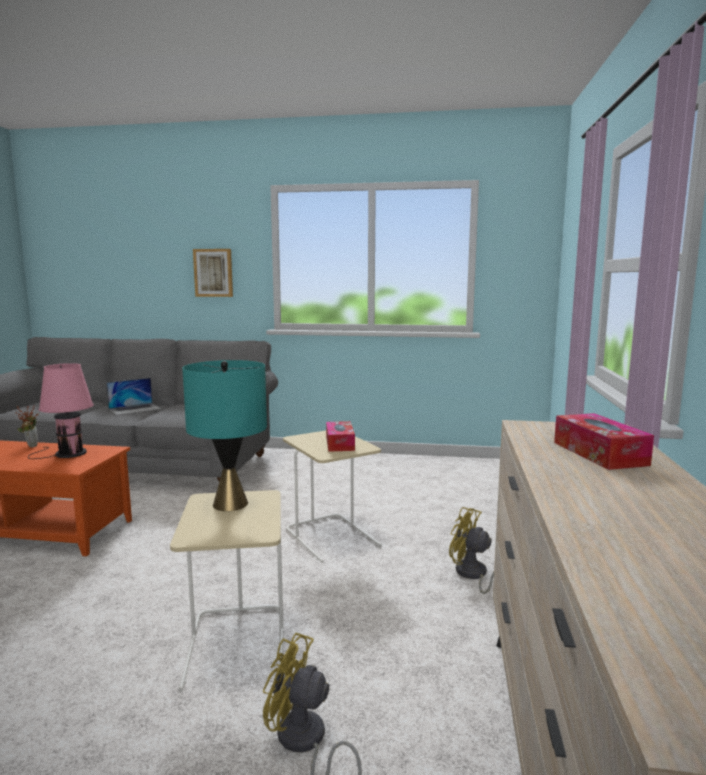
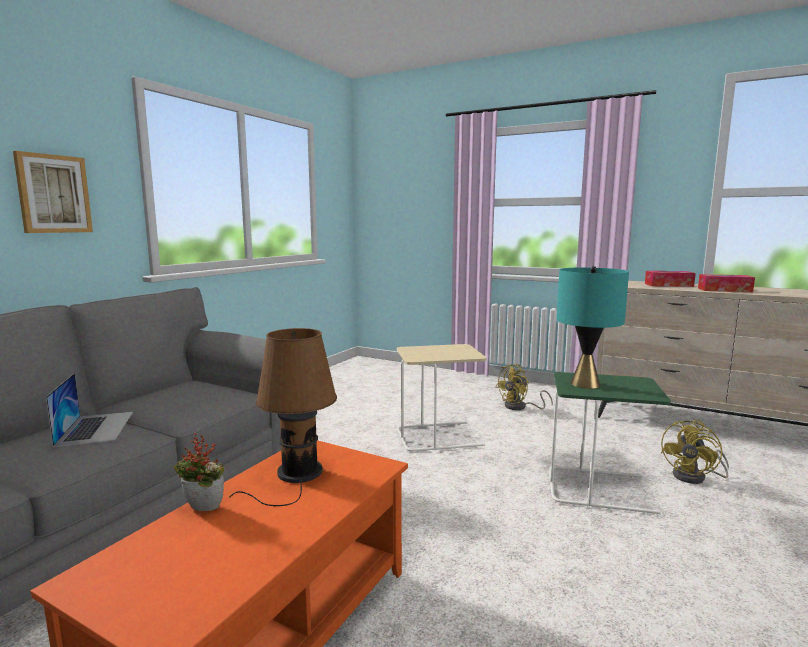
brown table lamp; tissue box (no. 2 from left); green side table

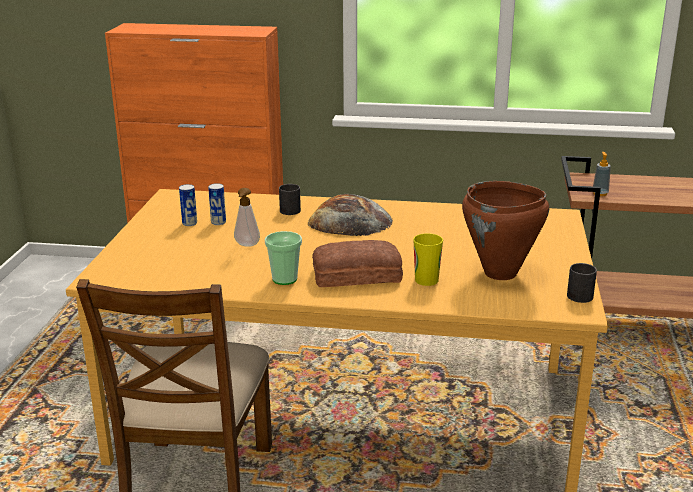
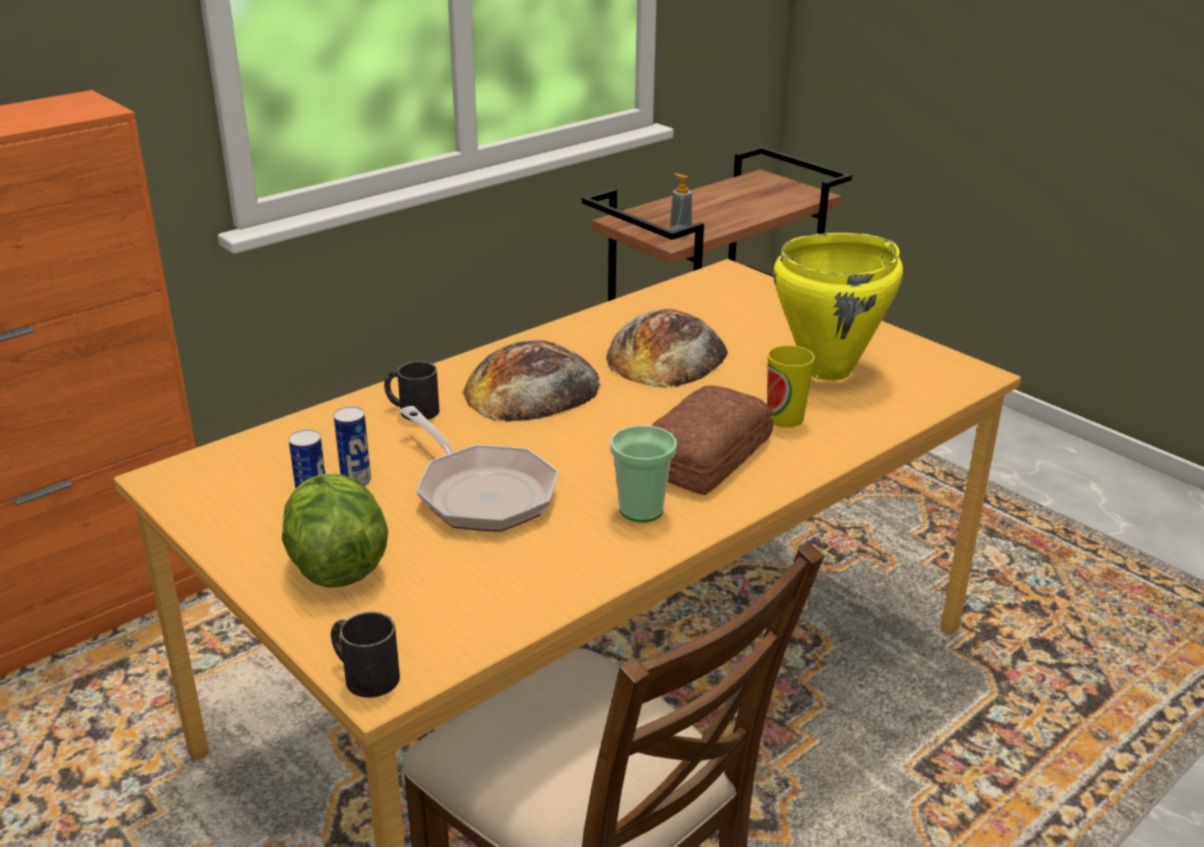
yellow cooking pot; frying pan; black mug (no. 1 from left); bread (no. 2 from left); lettuce

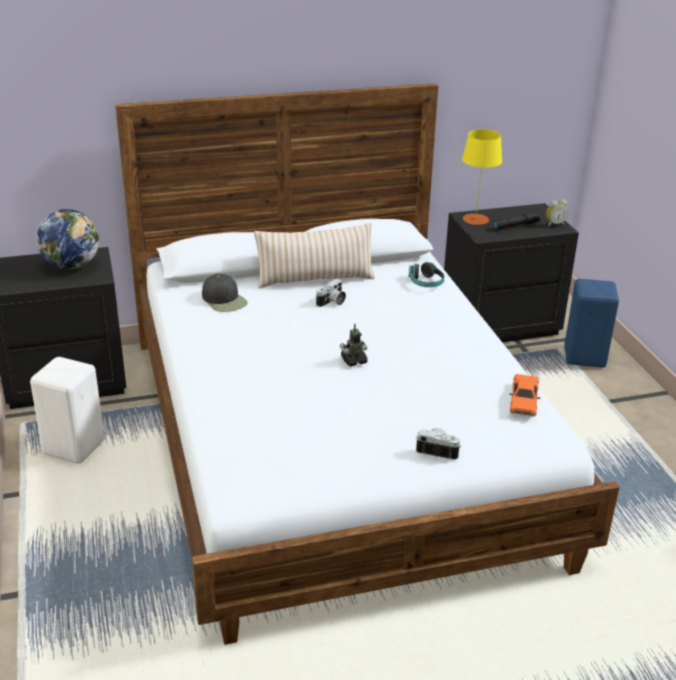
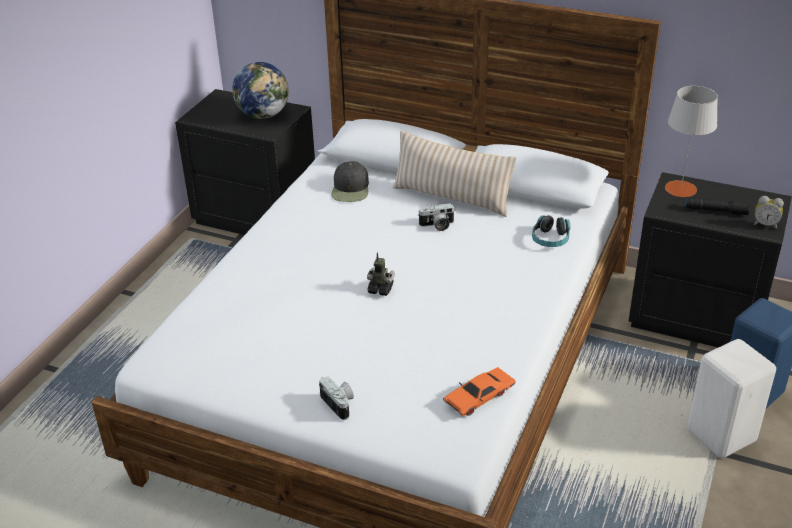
grey table lamp; white stool

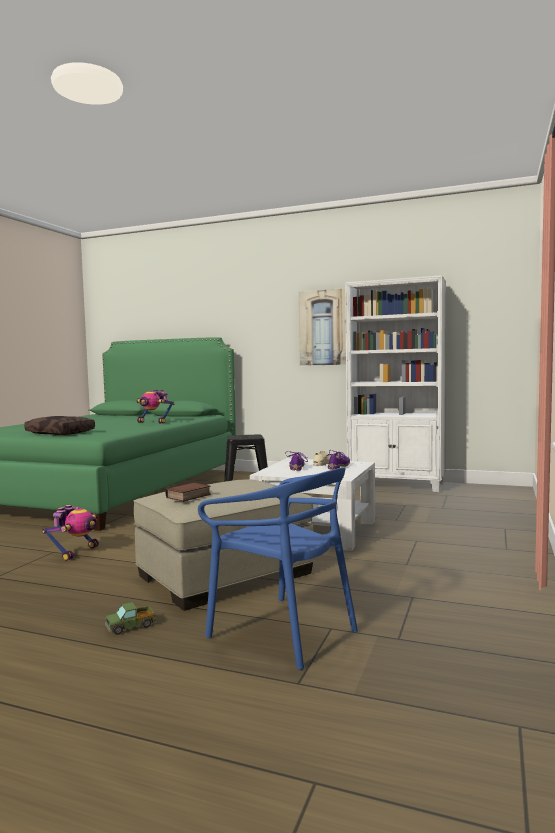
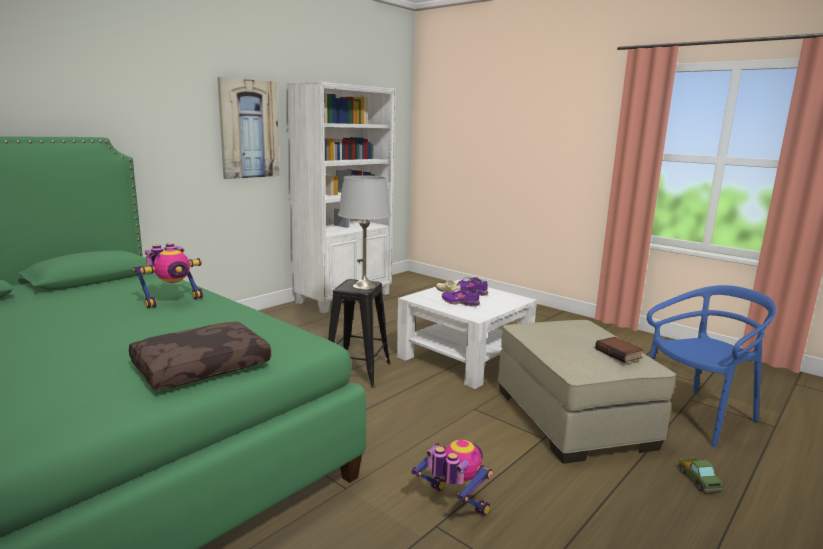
grey table lamp

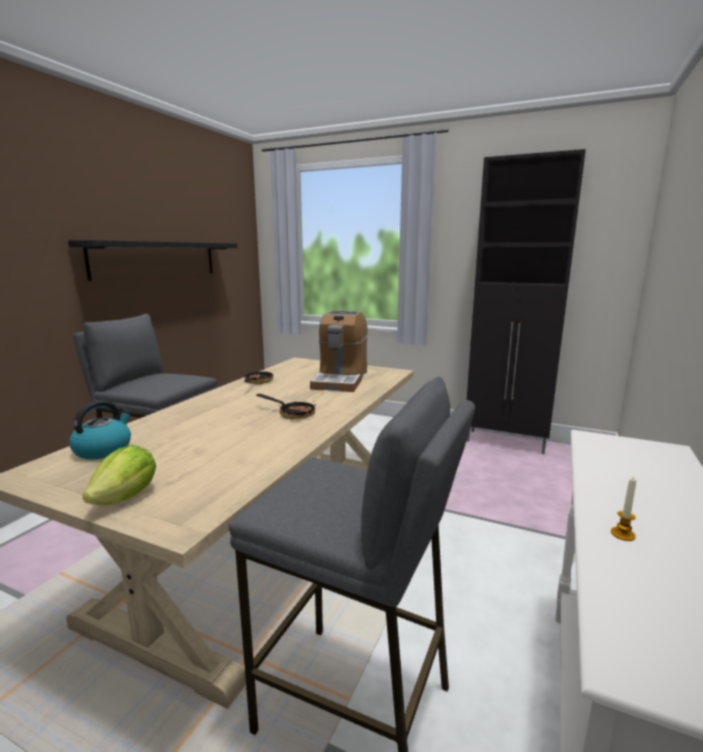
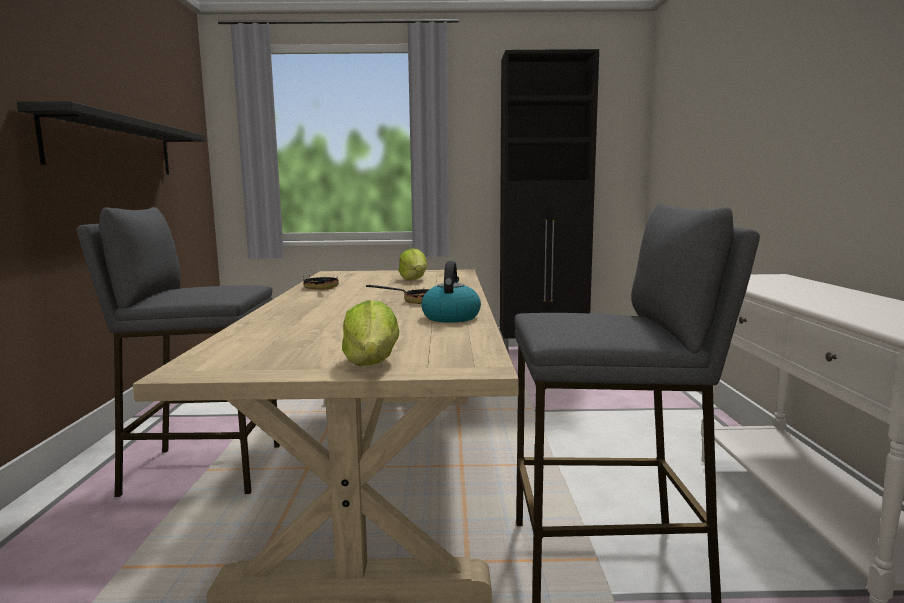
lettuce (no. 2 from left); kettle; candle

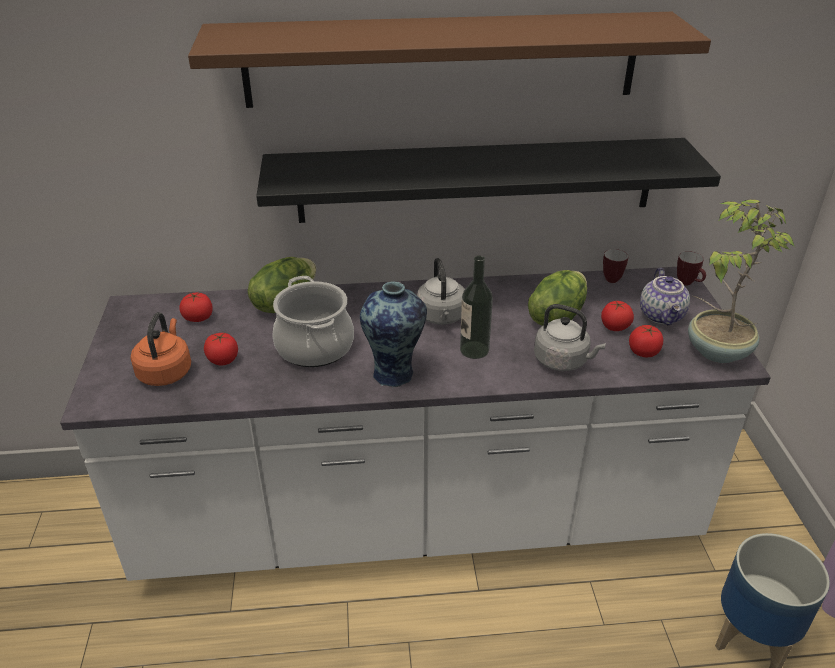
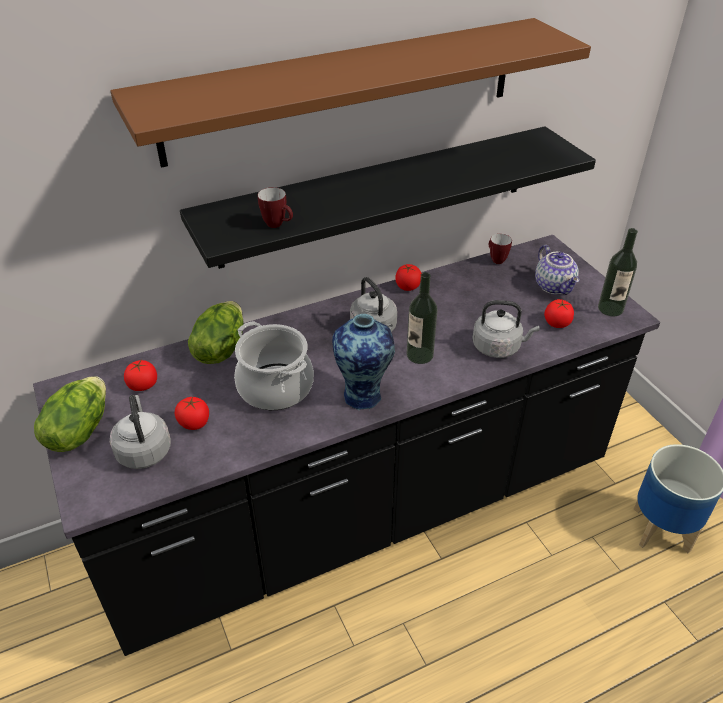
bottle (no. 2 from left); mug (no. 1 from left); black counter; lettuce (no. 1 from left); tomato (no. 3 from left); grey kettle (no. 1 from left)

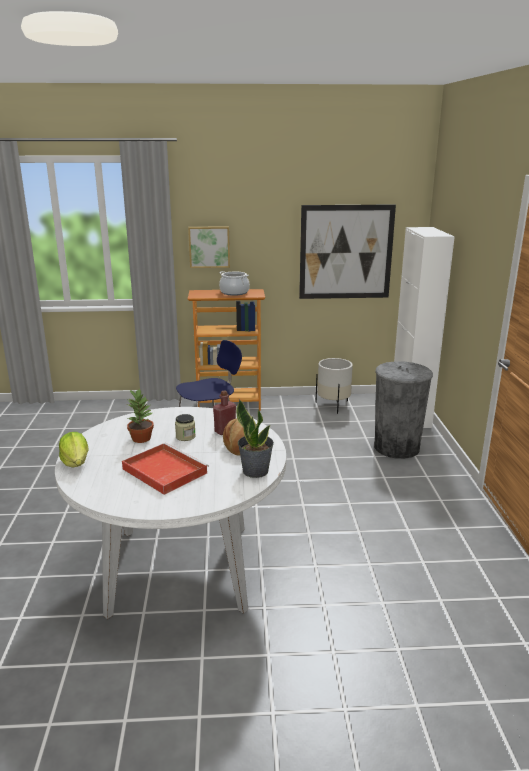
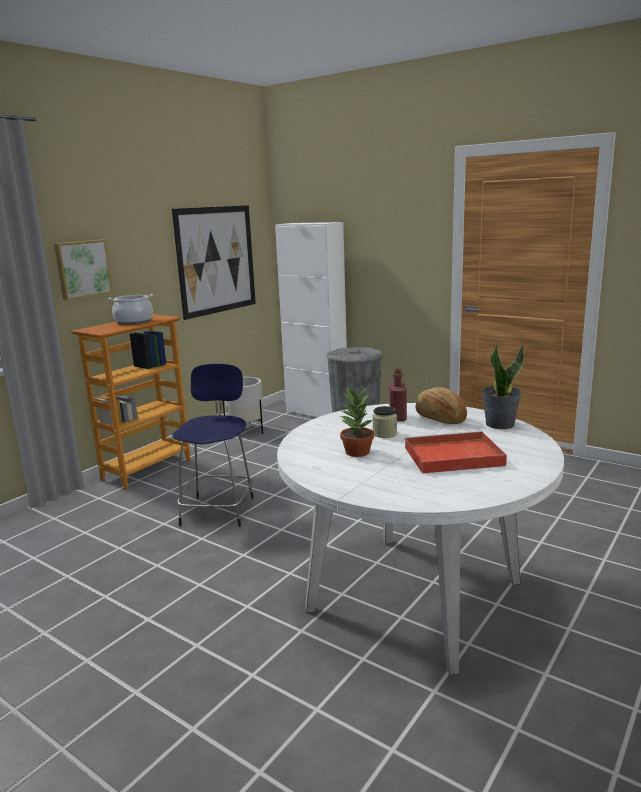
lettuce

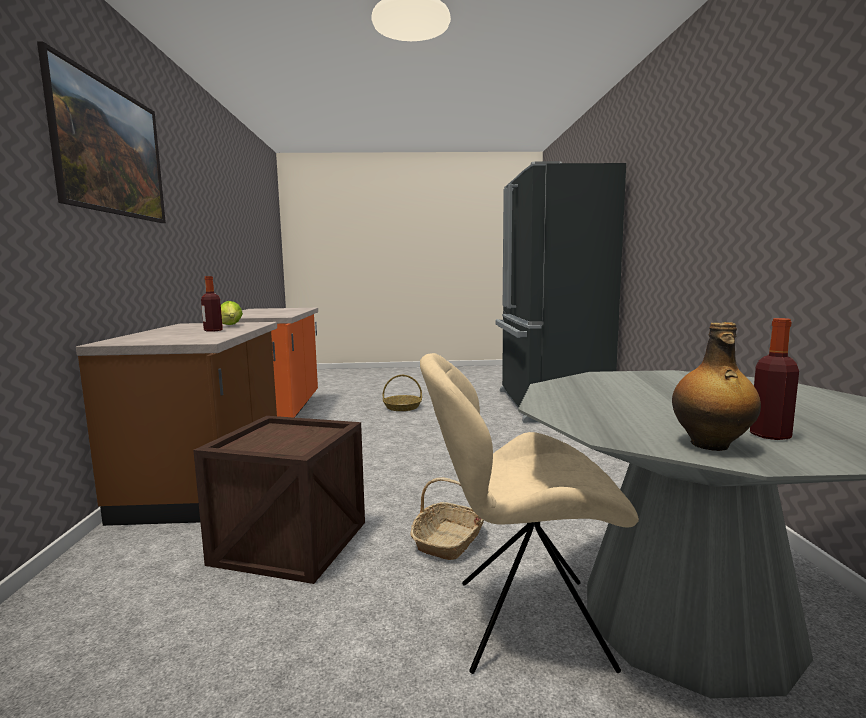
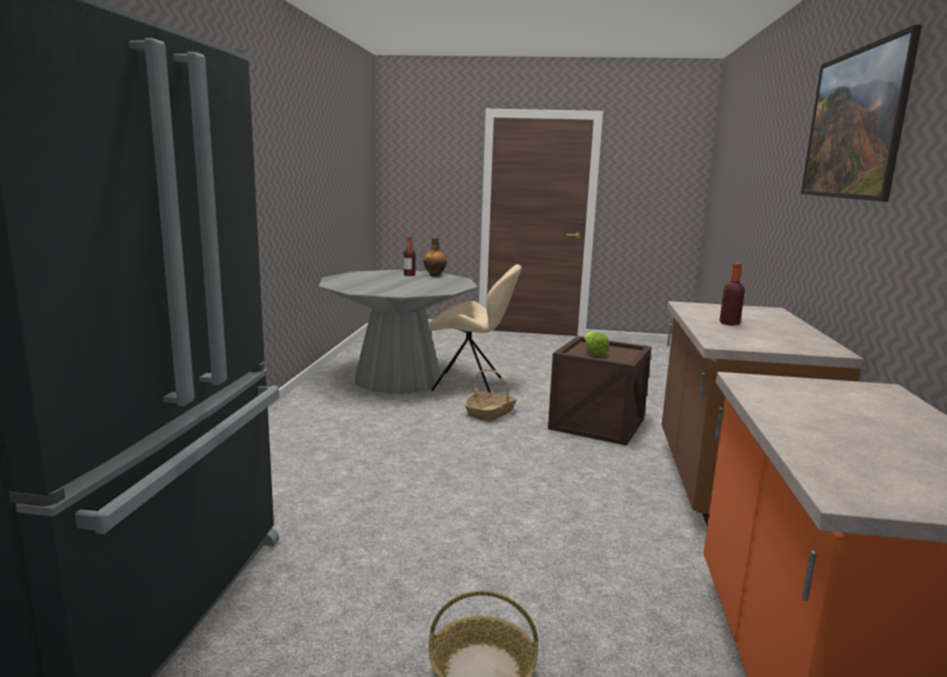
lettuce

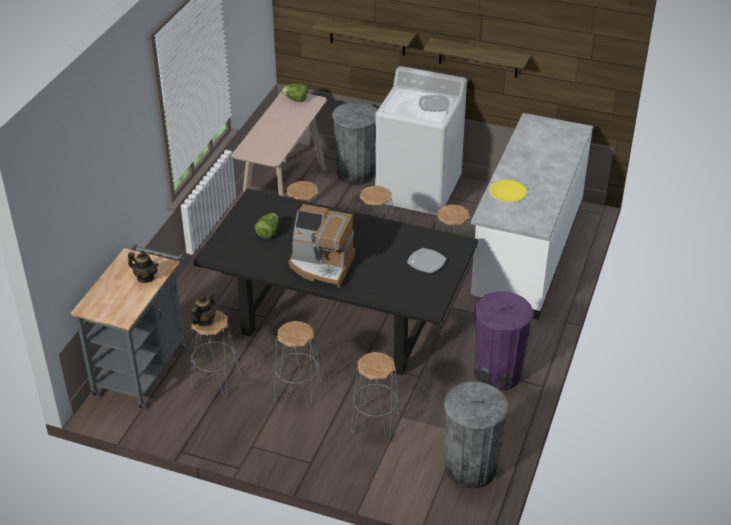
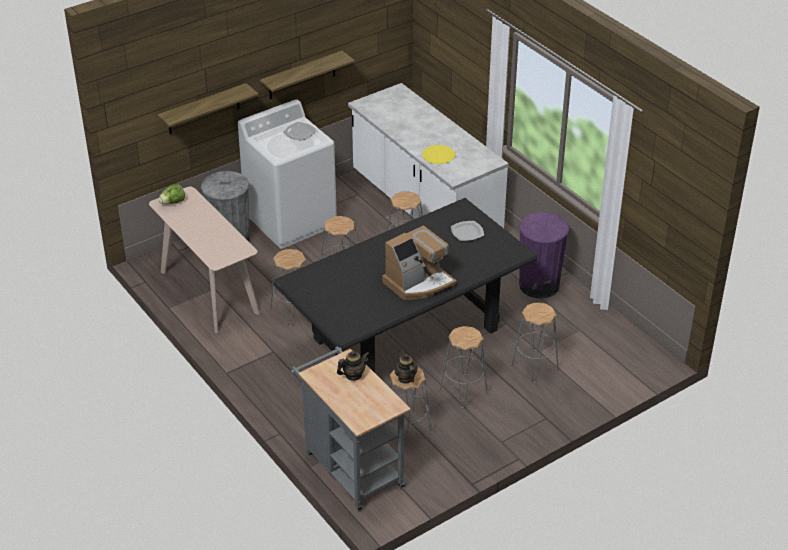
lettuce (no. 1 from left in the first image); grey trash can (no. 2 from left in the first image)

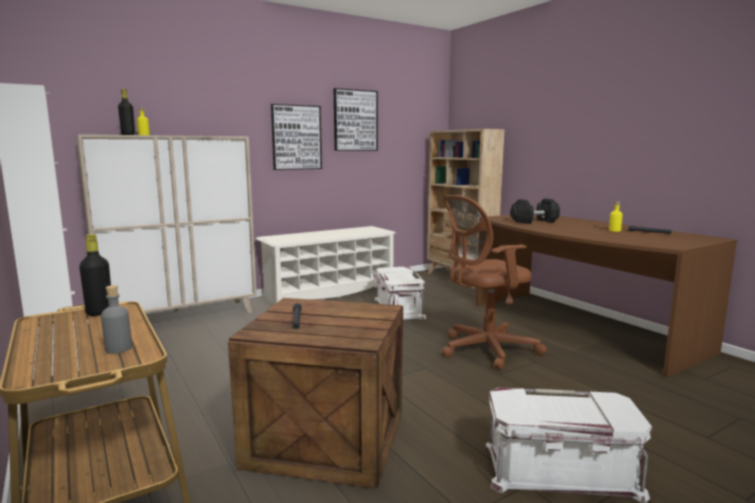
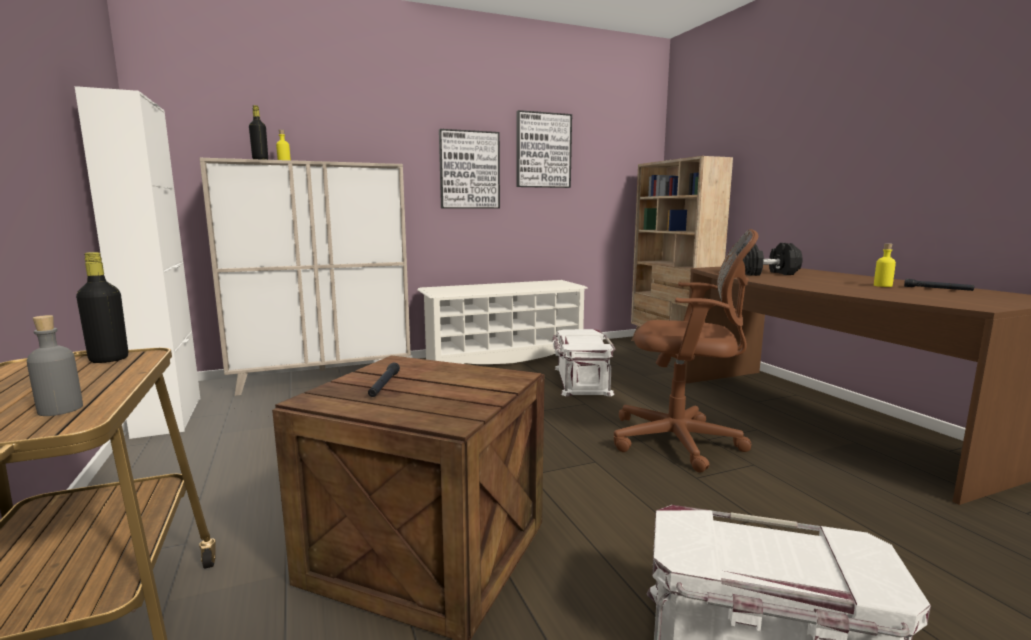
brown office chair

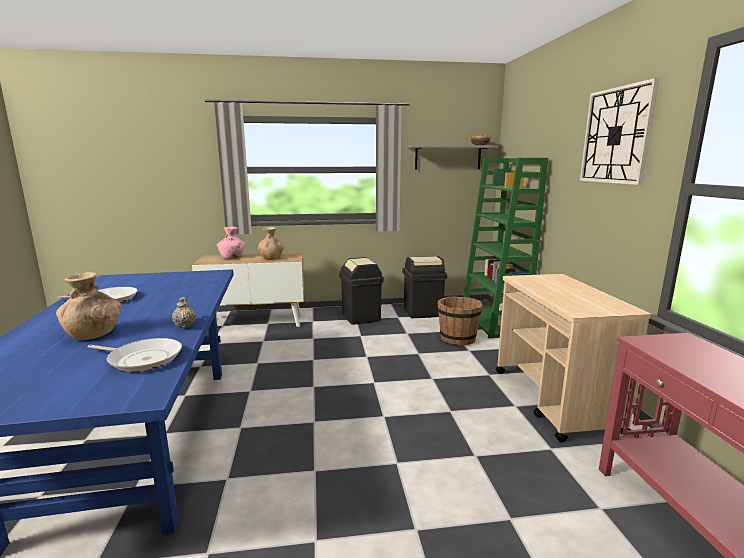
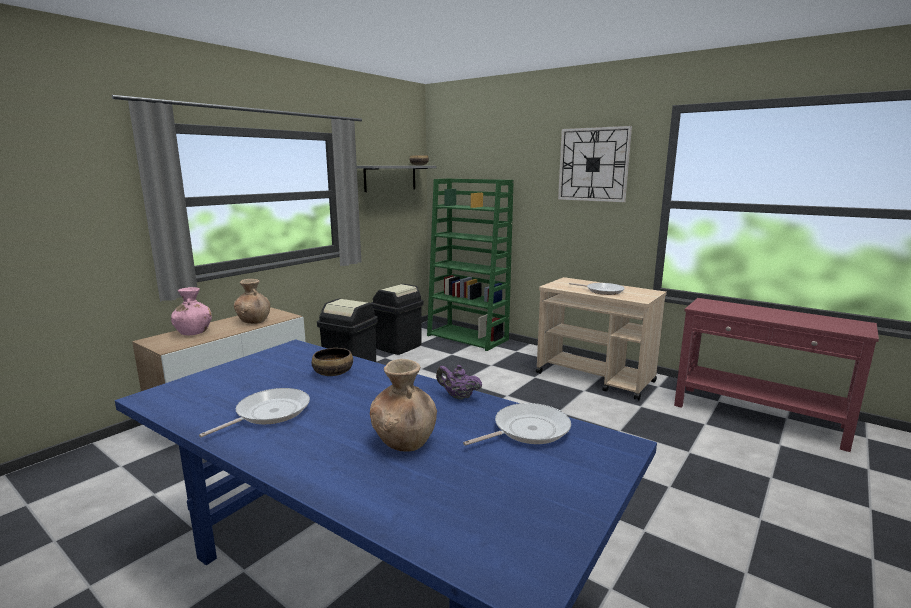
purple teapot; brown bucket; frying pan (no. 3 from left); bowl (no. 1 from left)

